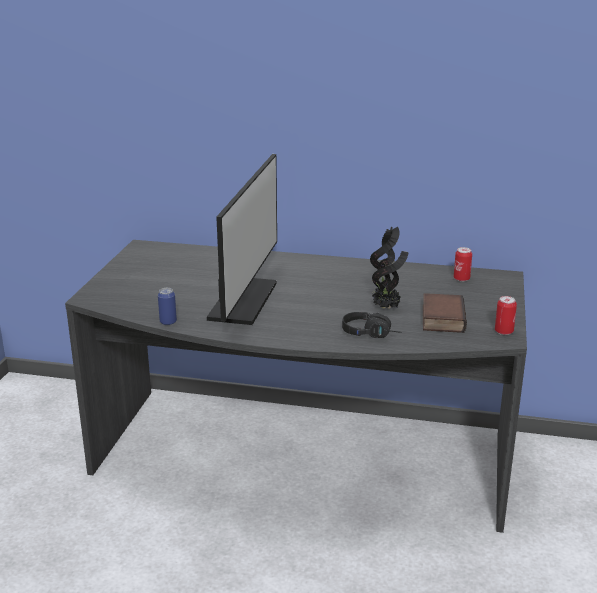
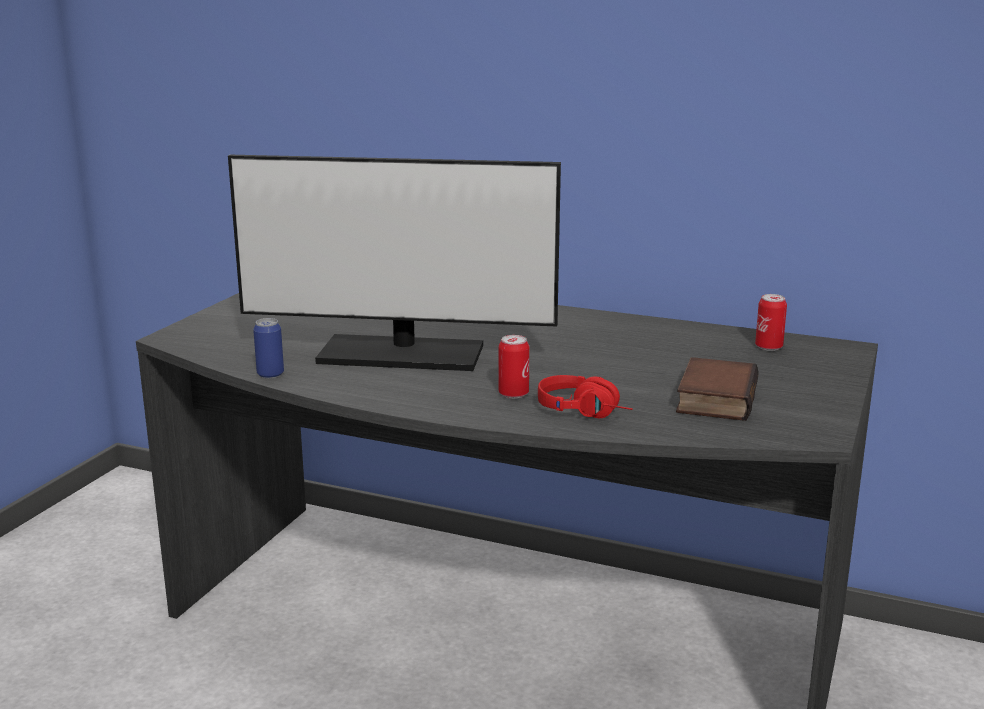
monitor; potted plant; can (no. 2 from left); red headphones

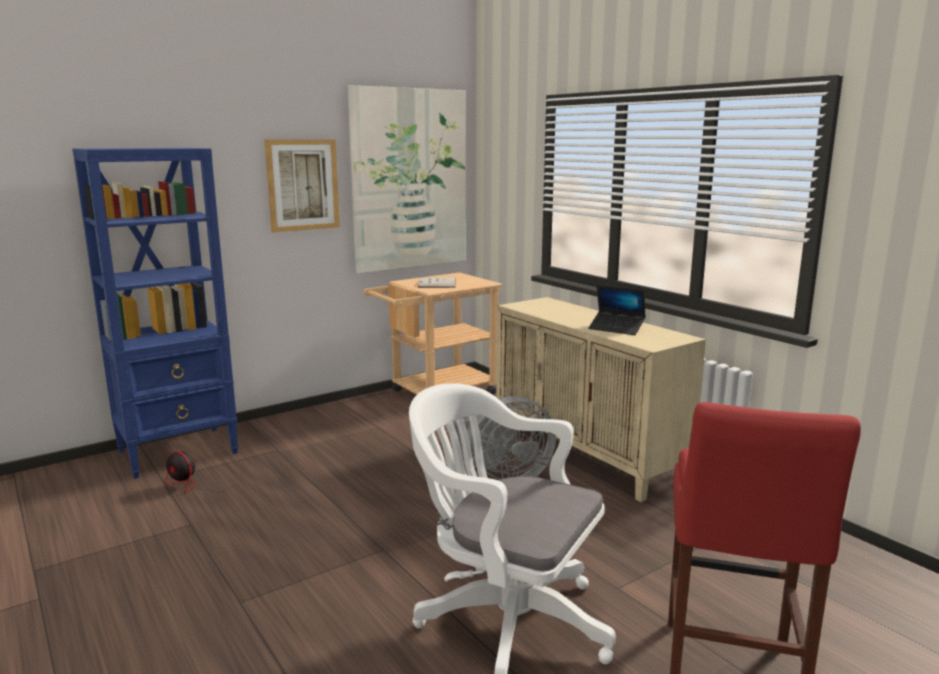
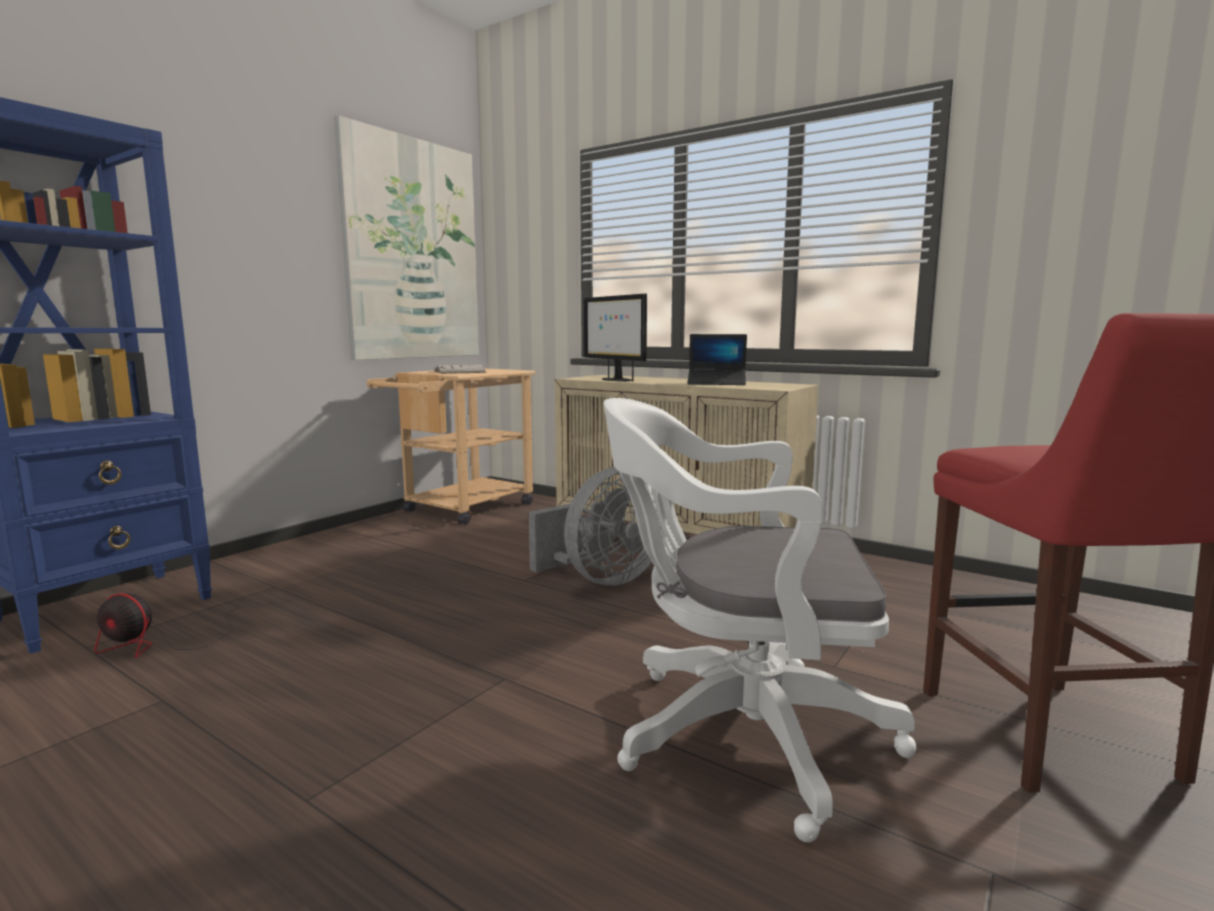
picture (no. 1 from left in the first image); monitor

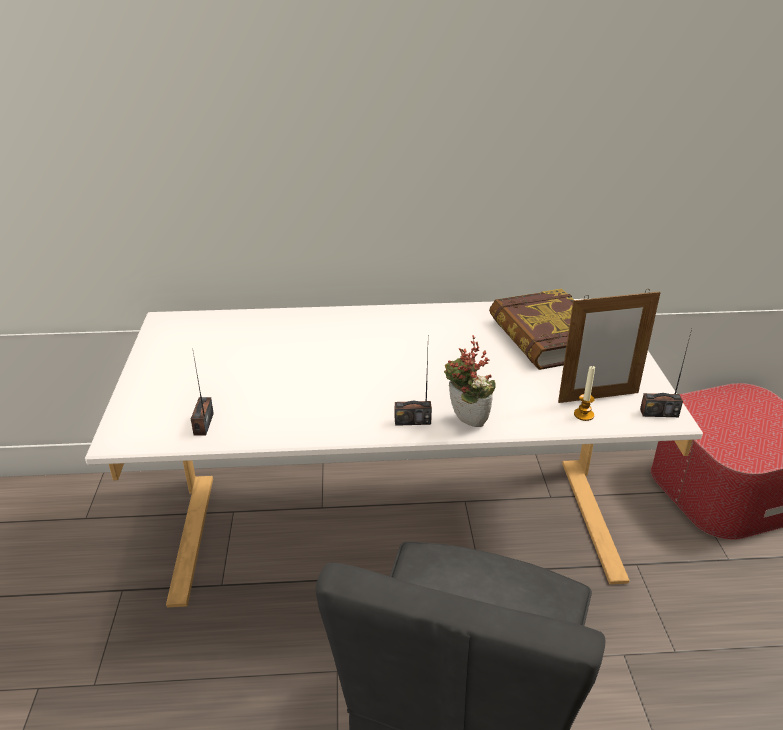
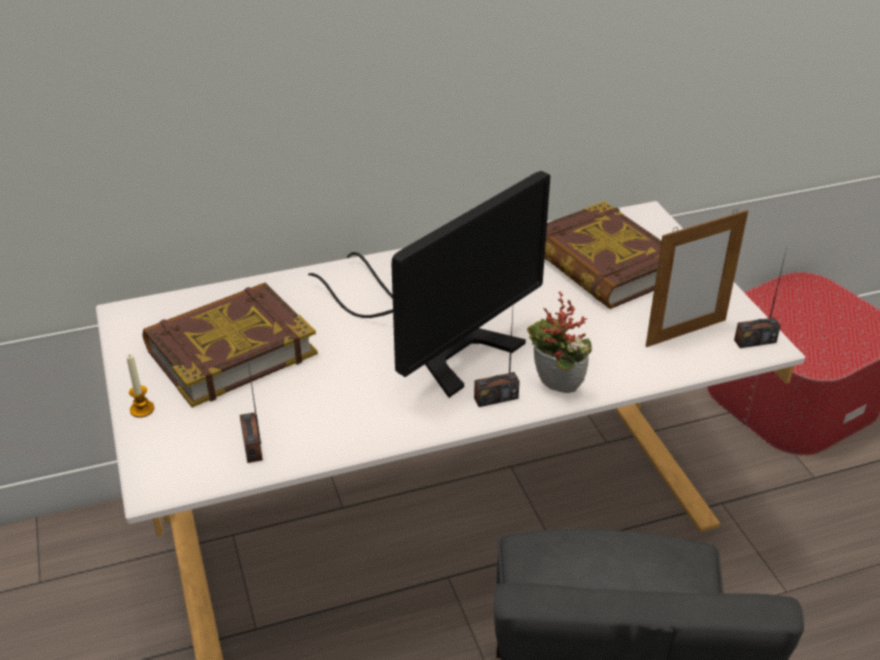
candle; monitor; book (no. 1 from left)

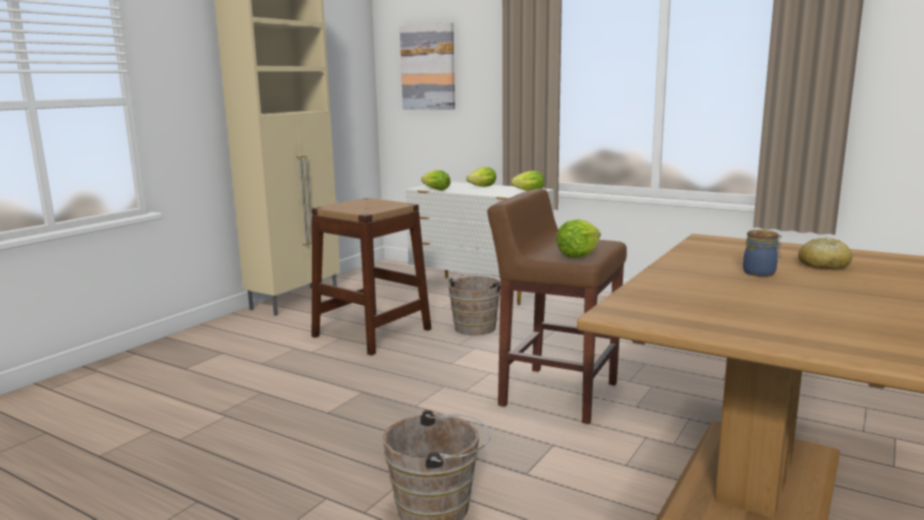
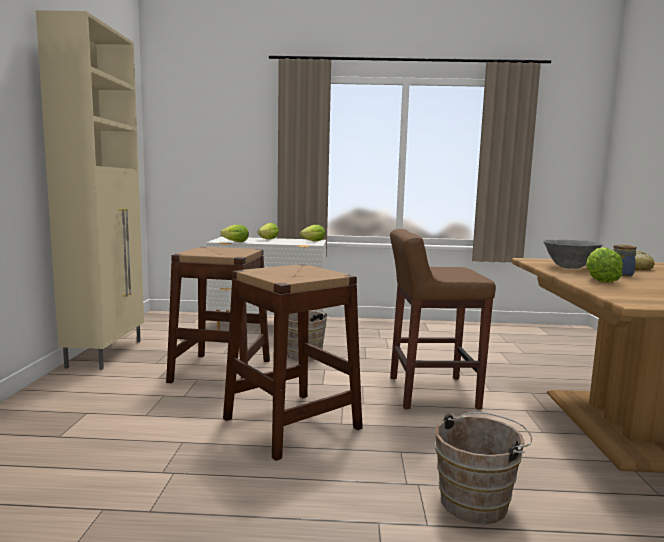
picture; lettuce (no. 4 from left); grey bowl; brown stool (no. 2 from left)

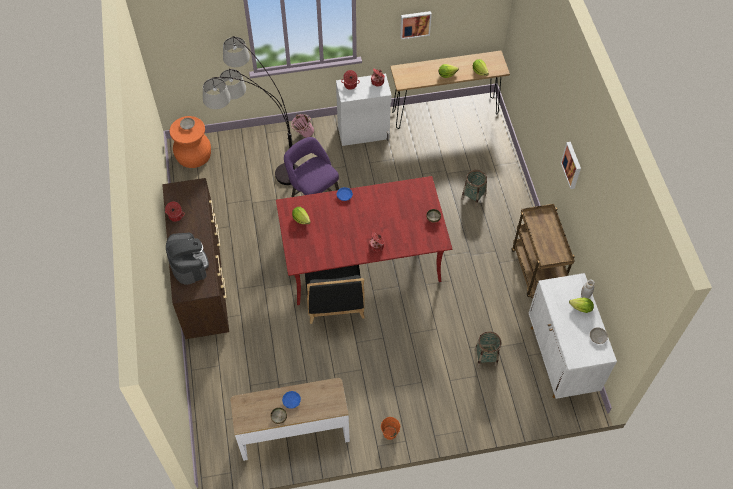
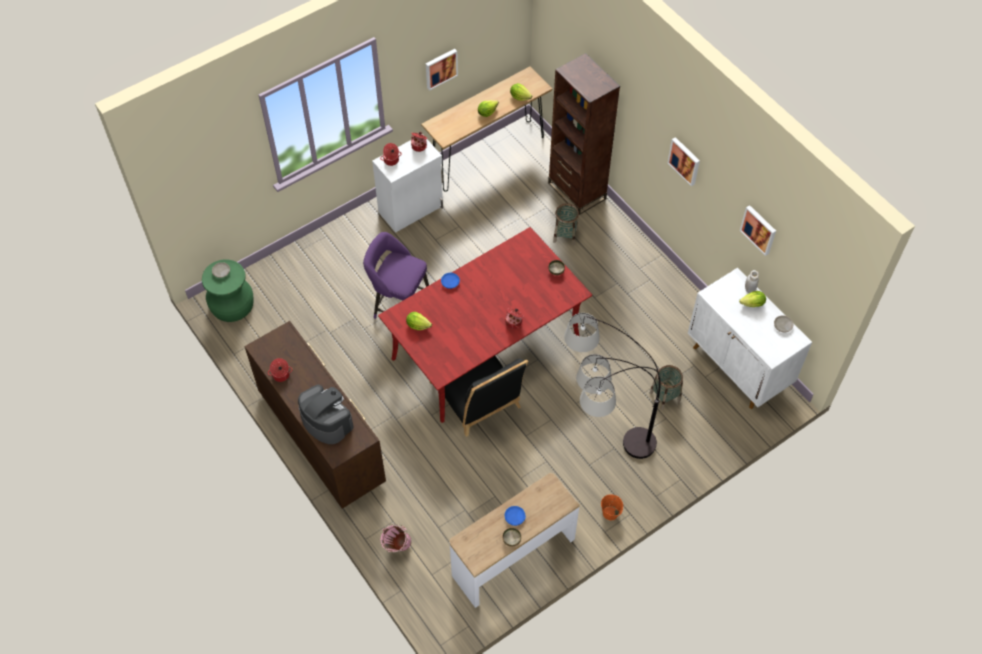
floor lamp; pink bucket; green stool; brown cart; brown bookcase; picture (no. 3 from left)

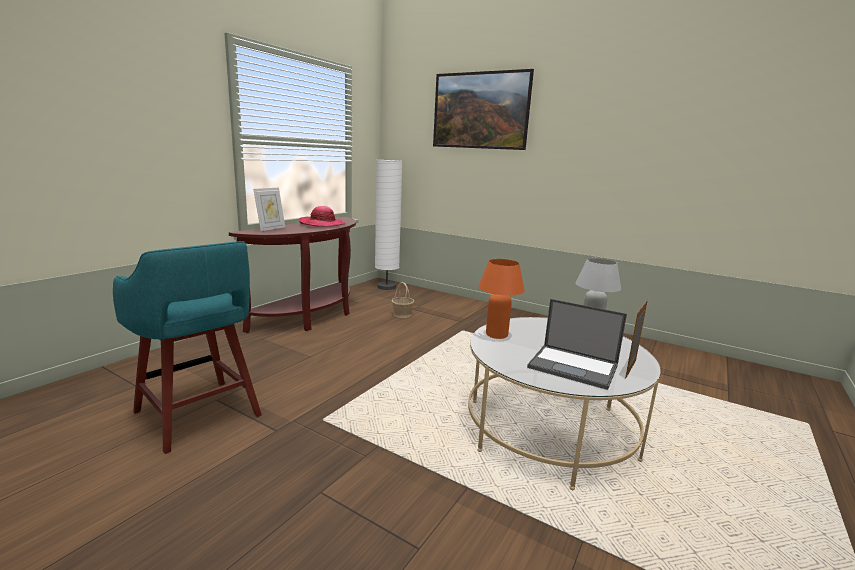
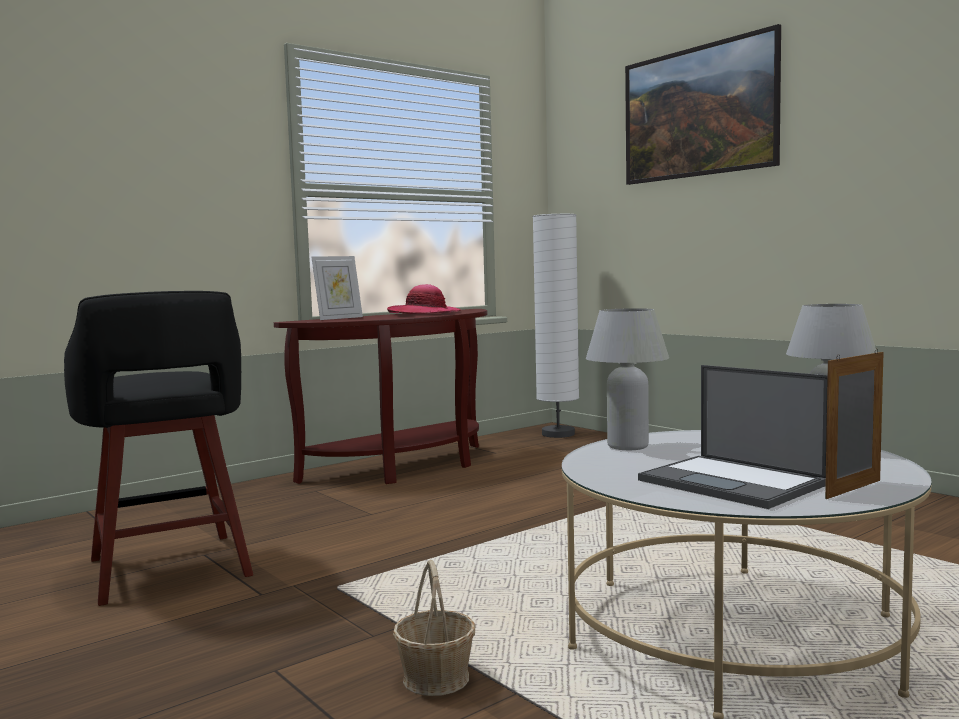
black stool; white table lamp (no. 1 from left); basket

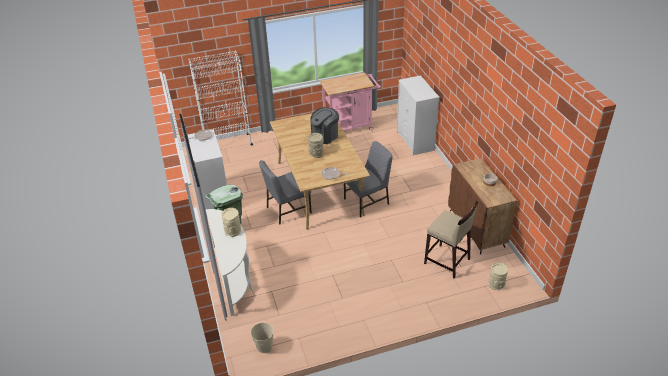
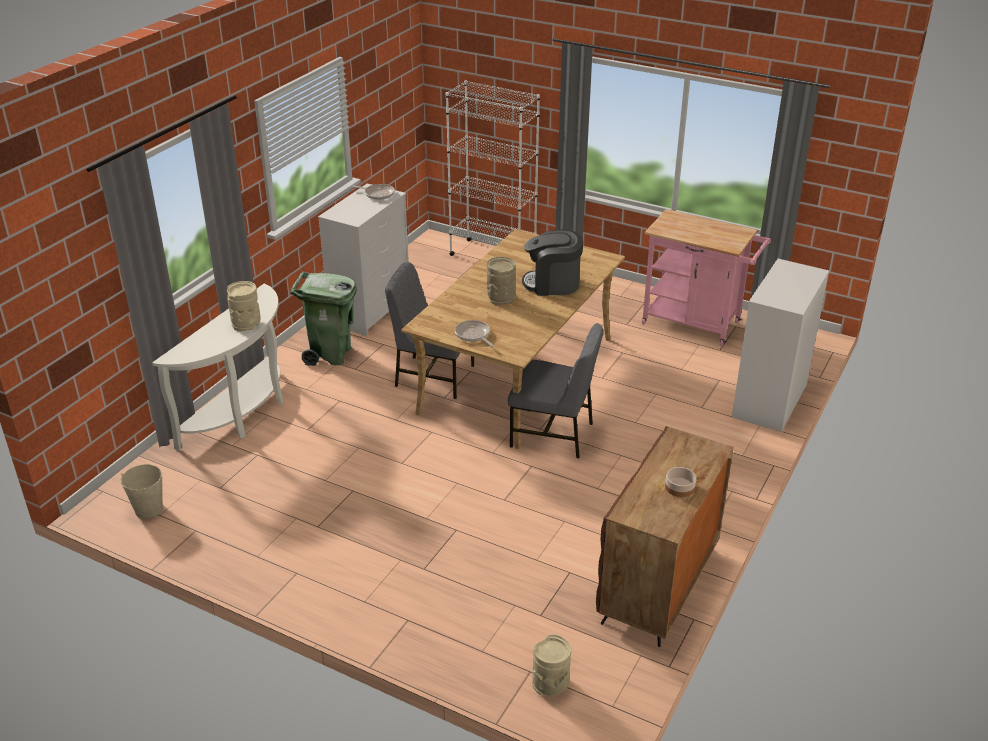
beige stool

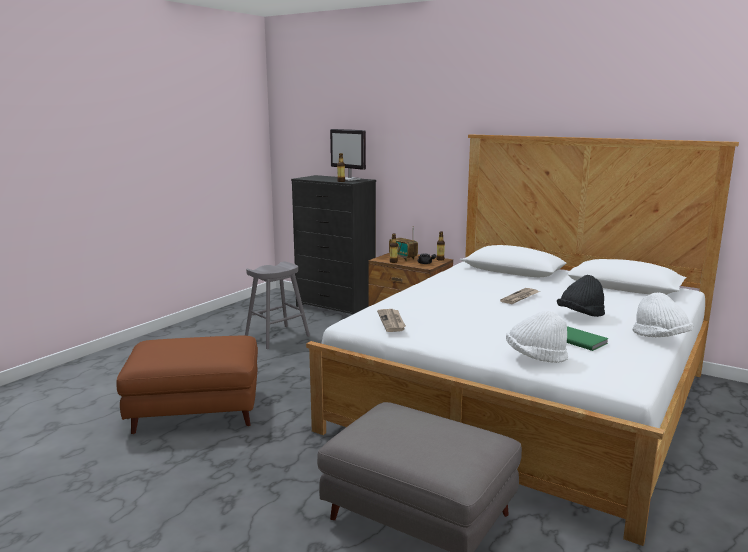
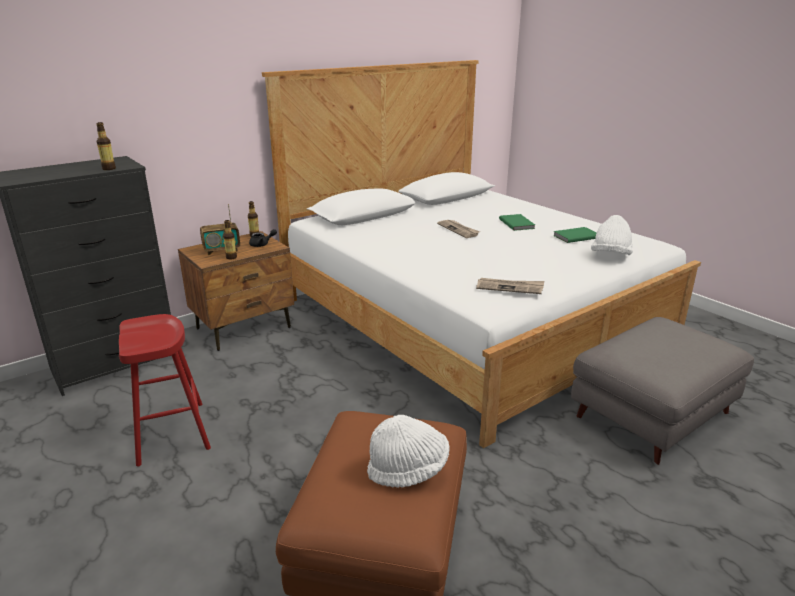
monitor; red stool; green book (no. 1 from left); white hat (no. 1 from left)

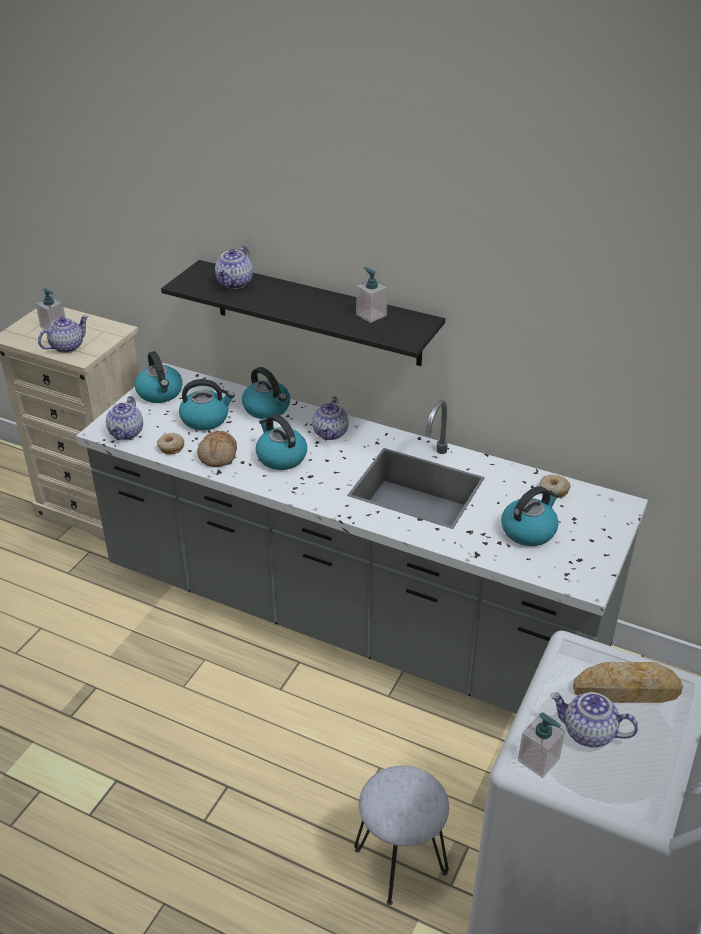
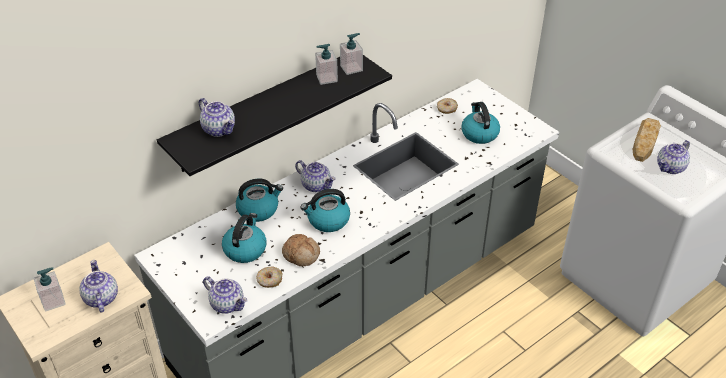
kettle (no. 1 from left in the first image); soap dispenser (no. 3 from left); grey stool

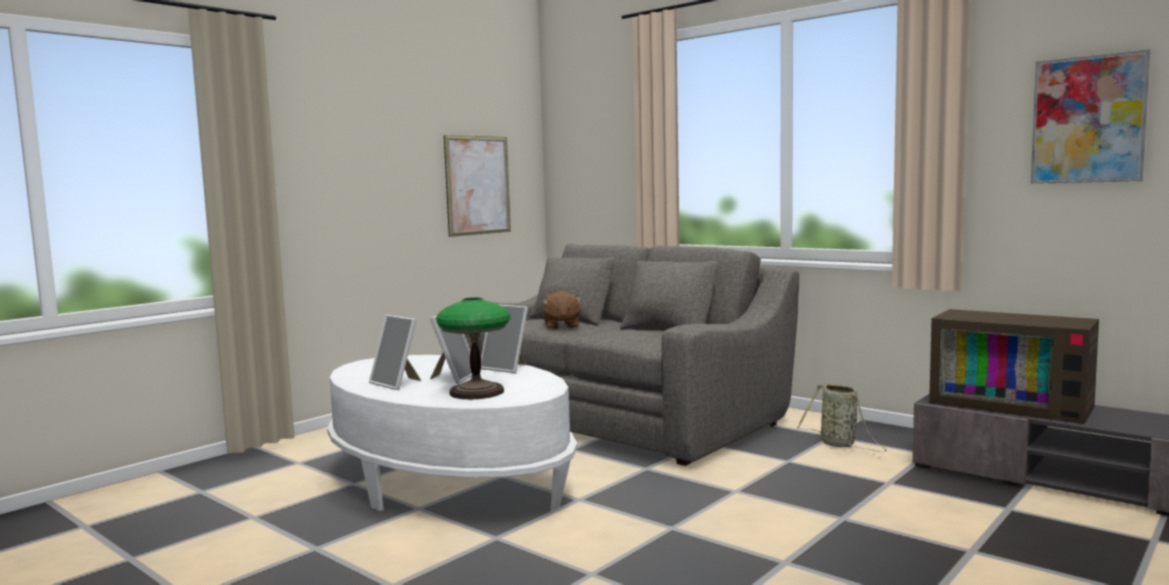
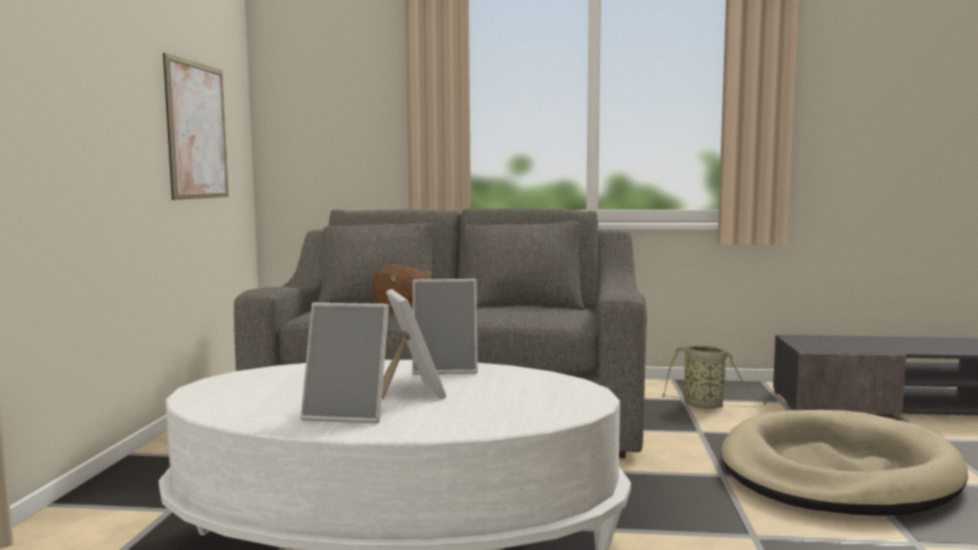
picture (no. 2 from left in the first image); table lamp; television; beige dog bed

